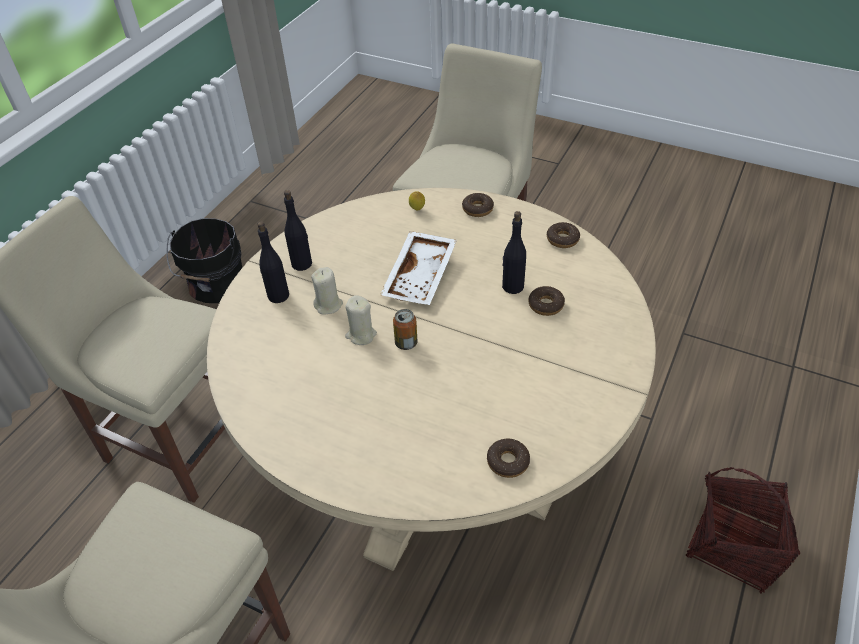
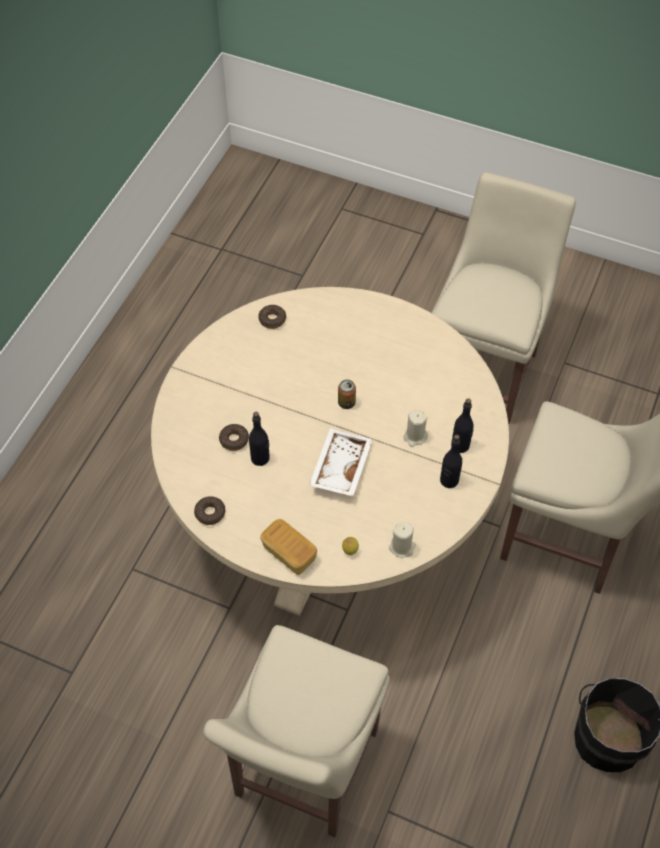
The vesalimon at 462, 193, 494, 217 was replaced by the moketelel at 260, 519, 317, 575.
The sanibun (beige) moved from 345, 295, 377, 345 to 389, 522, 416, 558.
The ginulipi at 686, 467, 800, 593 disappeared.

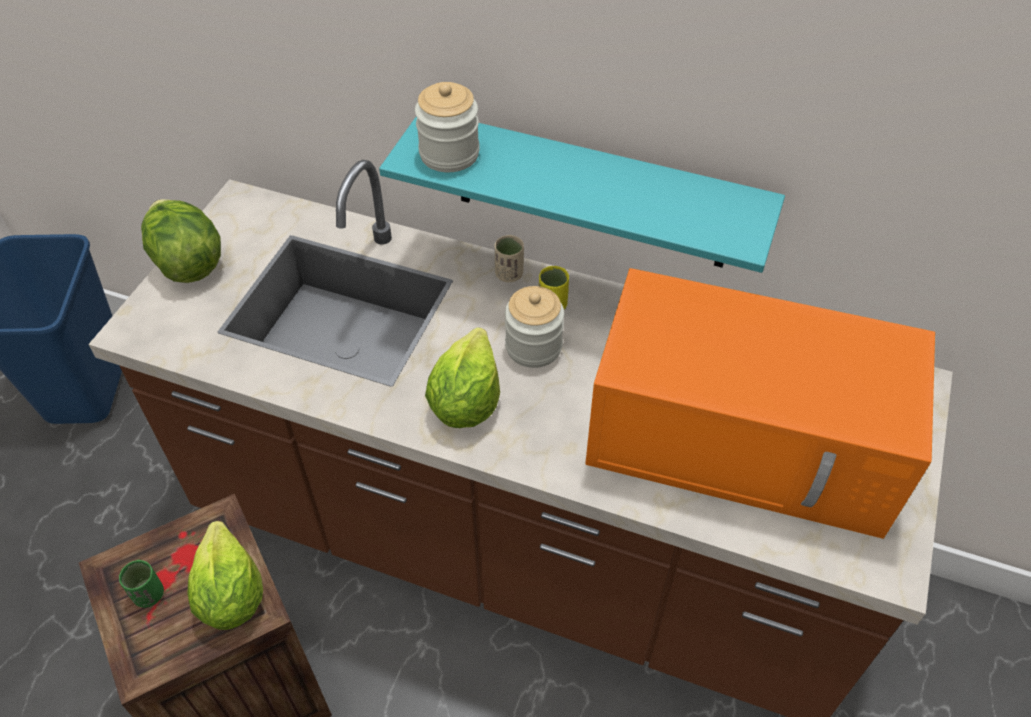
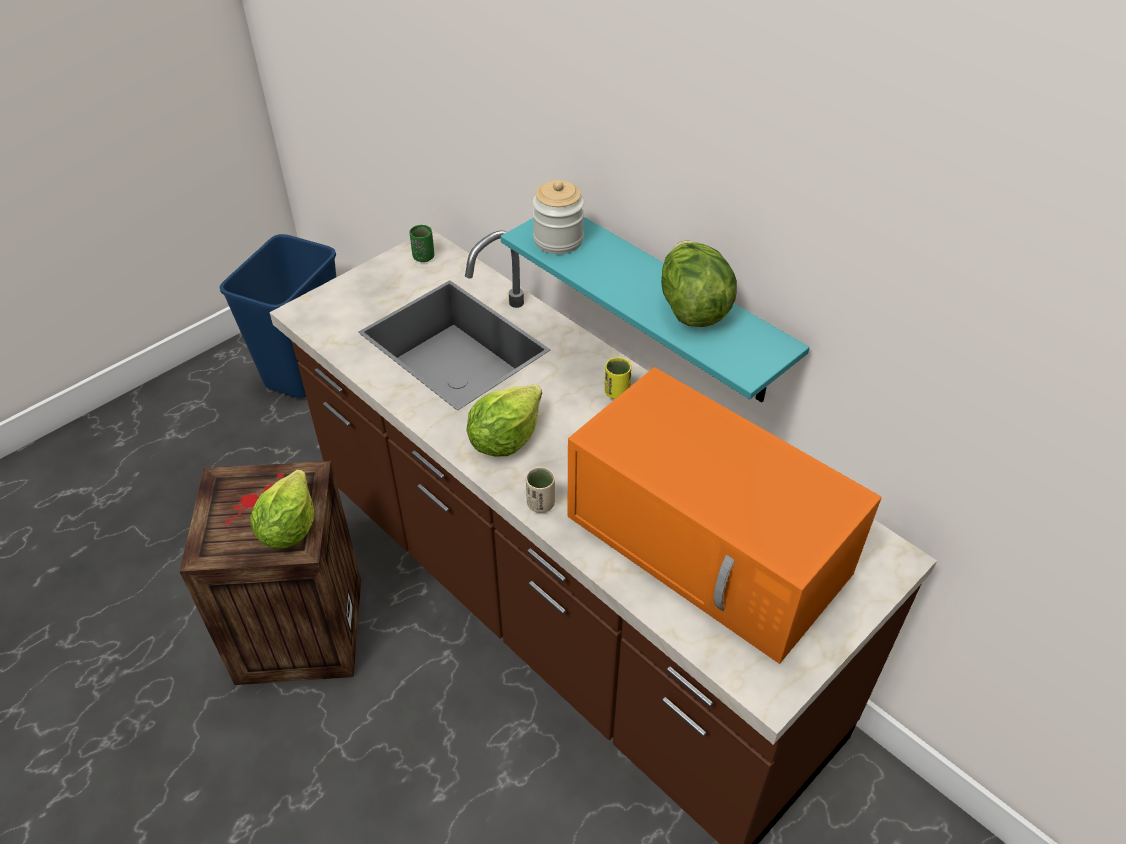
The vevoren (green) moved from 119, 560, 164, 608 to 409, 225, 434, 262.
The vevoren (beige) moved from 495, 235, 524, 282 to 526, 467, 555, 513.
The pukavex moved from 141, 199, 221, 283 to 661, 241, 737, 327.
The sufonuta at 505, 286, 564, 368 disappeared.

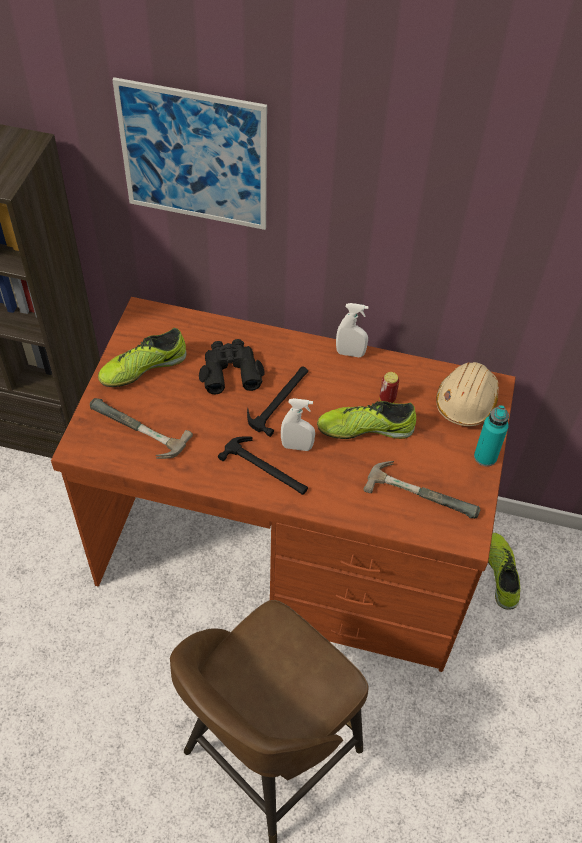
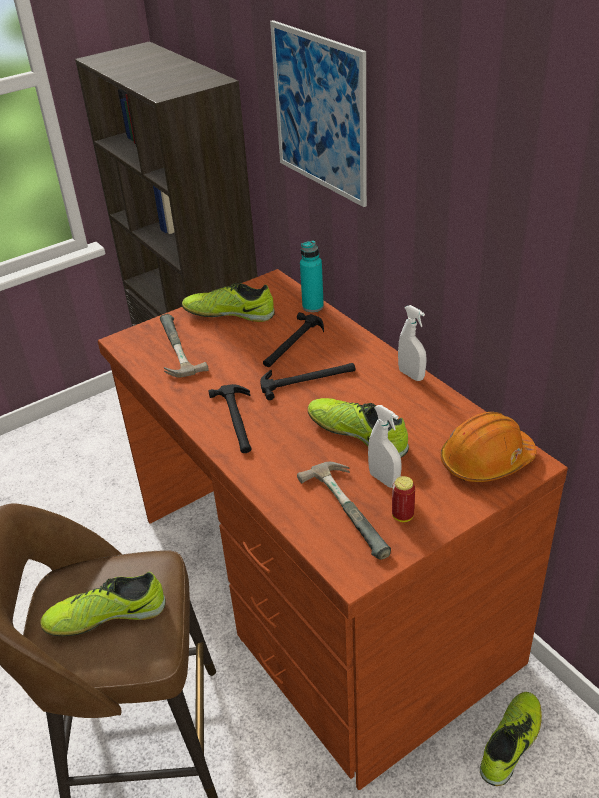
The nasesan at 40, 571, 166, 636 appeared.
The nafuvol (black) at 199, 339, 265, 394 was replaced by the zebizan at 263, 312, 324, 367.
The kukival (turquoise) moved from 474, 405, 509, 466 to 300, 240, 324, 312.
The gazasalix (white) moved from 281, 398, 315, 451 to 368, 405, 401, 488.
The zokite moved from 379, 372, 399, 403 to 392, 476, 415, 522.
The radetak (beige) at 436, 362, 499, 426 became the radetak (orange) at 440, 412, 537, 482.

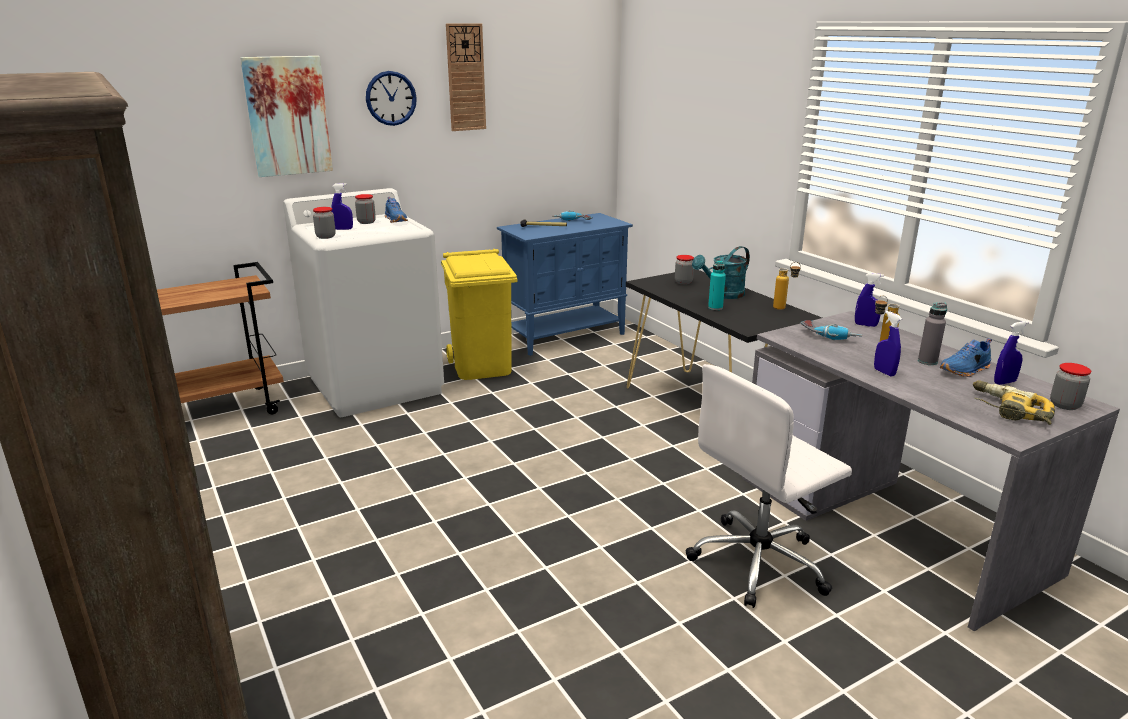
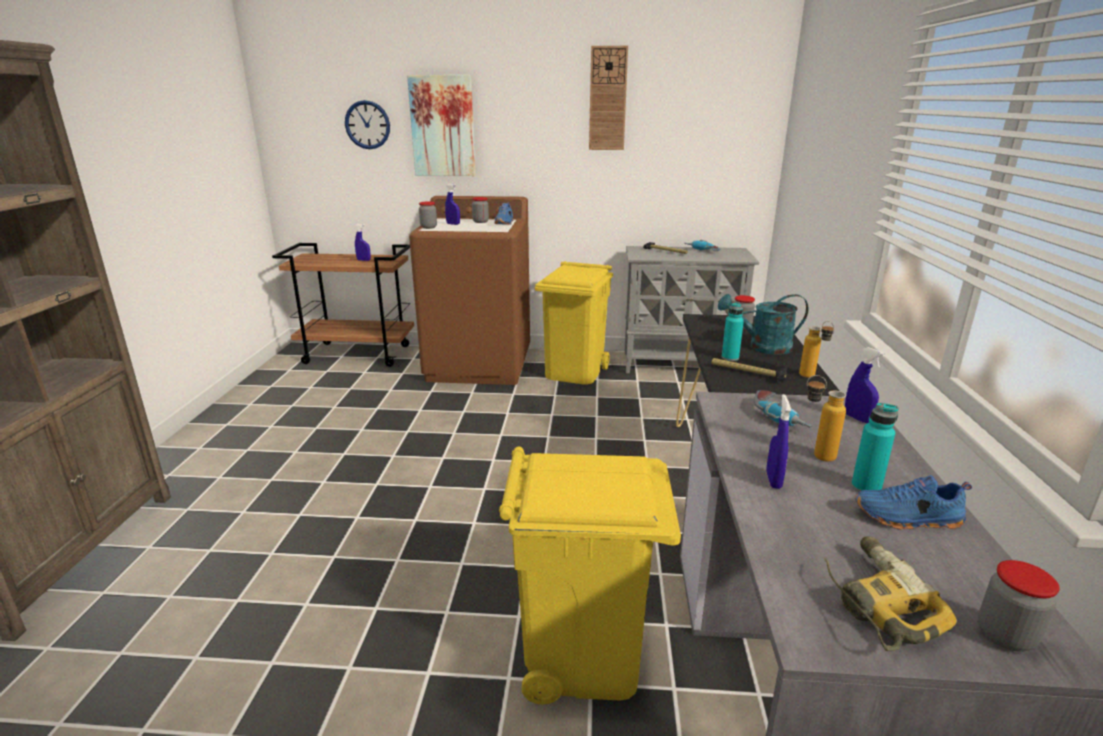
The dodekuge moved from 366, 71, 417, 126 to 345, 100, 390, 149.
The gazasalix (blue) moved from 994, 321, 1029, 385 to 355, 224, 371, 261.
The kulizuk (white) at 283, 188, 444, 417 became the kulizuk (brown) at 409, 196, 530, 385.
The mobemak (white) at 685, 364, 852, 608 was replaced by the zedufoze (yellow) at 499, 446, 681, 705.
The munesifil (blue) at 497, 213, 633, 356 became the munesifil (grey) at 624, 246, 759, 373.
The zebizan at 711, 358, 787, 382 appeared.
The kukival (grey) at 918, 302, 947, 365 became the kukival (turquoise) at 851, 403, 899, 492.

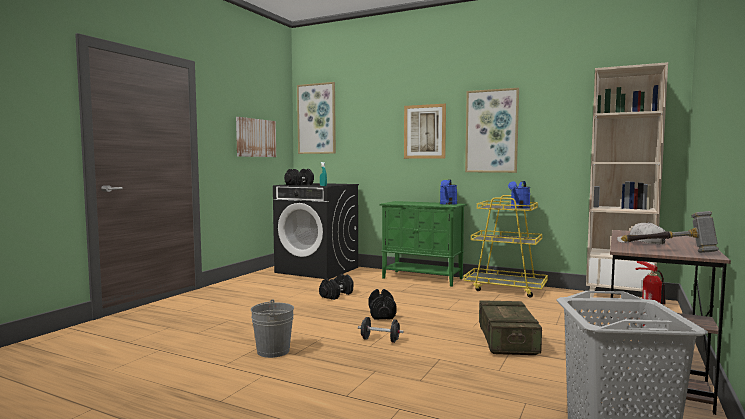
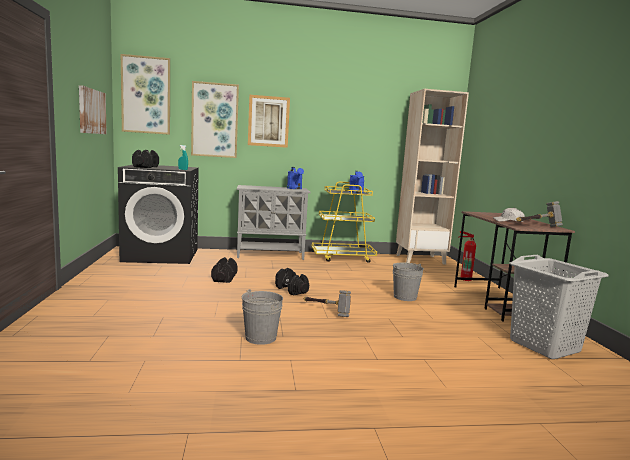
The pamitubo moved from 465, 88, 519, 173 to 191, 81, 239, 158.
The munesifil (green) at 379, 201, 467, 287 became the munesifil (grey) at 237, 185, 310, 260.
The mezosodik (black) at 358, 317, 404, 343 was replaced by the zebizan at 303, 290, 351, 317.
The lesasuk at 479, 300, 542, 355 was replaced by the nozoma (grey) at 393, 263, 424, 301.

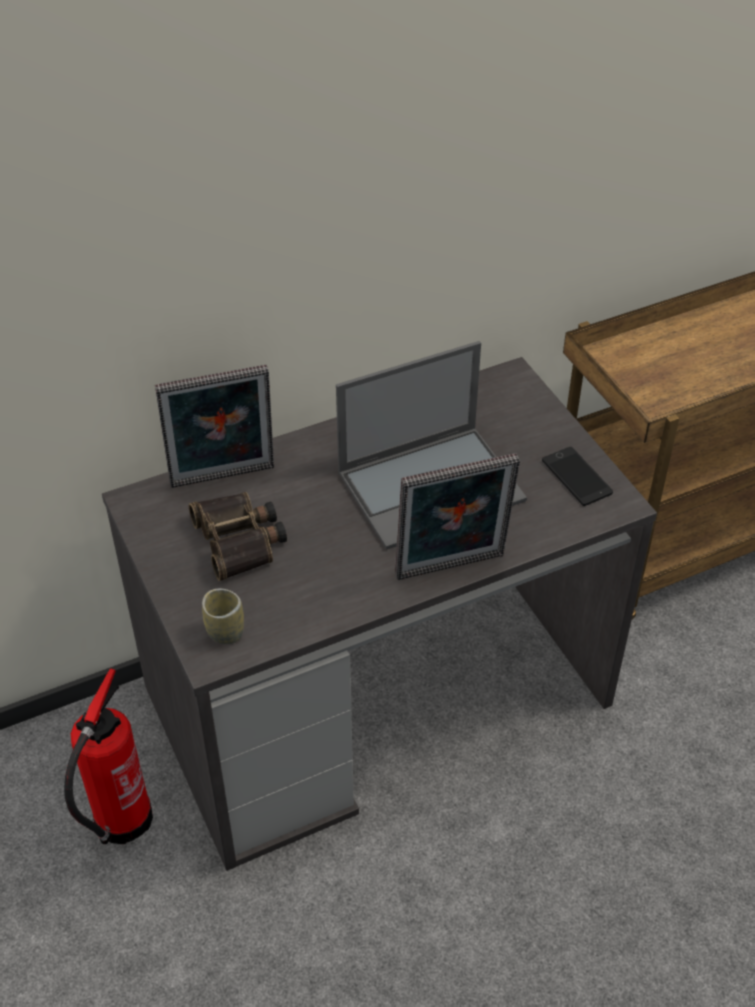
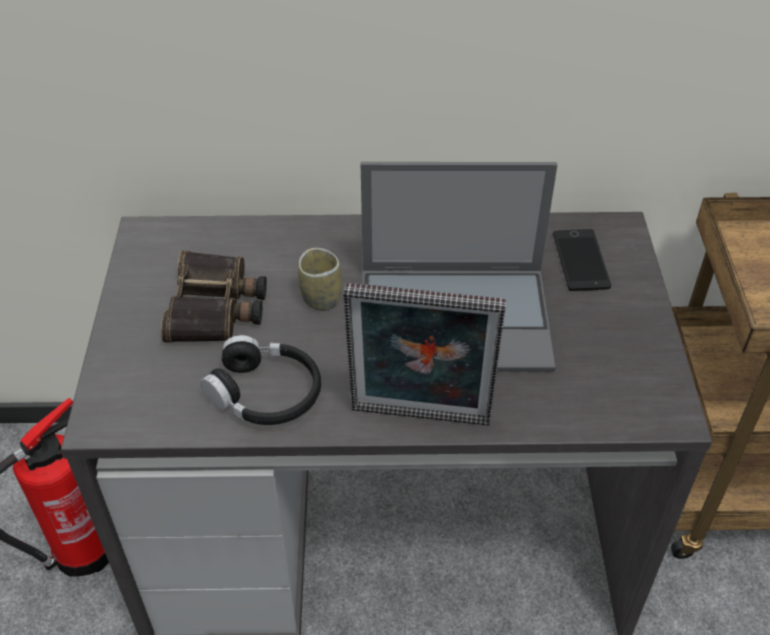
The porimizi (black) at 201, 335, 321, 425 appeared.
The vevoren moved from 202, 589, 244, 644 to 298, 248, 342, 311.
The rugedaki moved from 542, 447, 613, 506 to 553, 229, 611, 291.
The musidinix at 155, 365, 274, 488 disappeared.

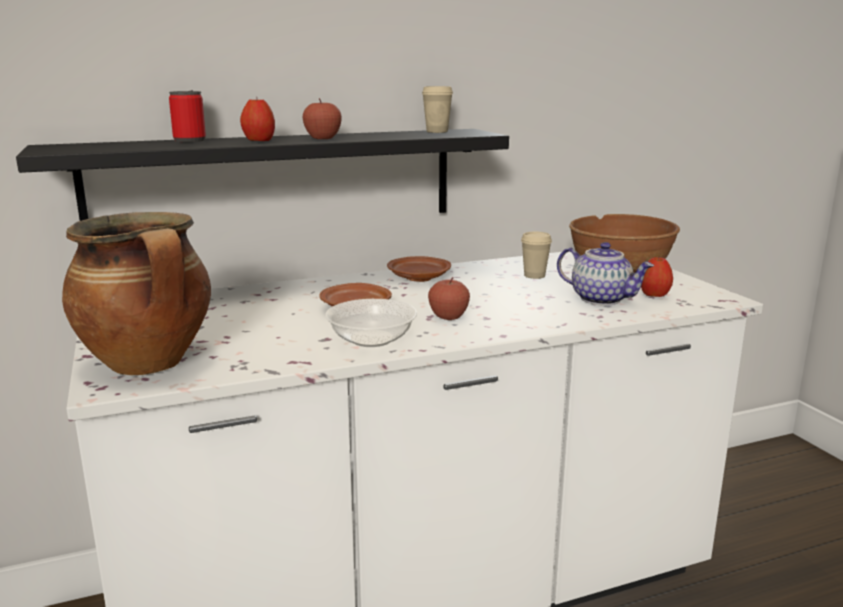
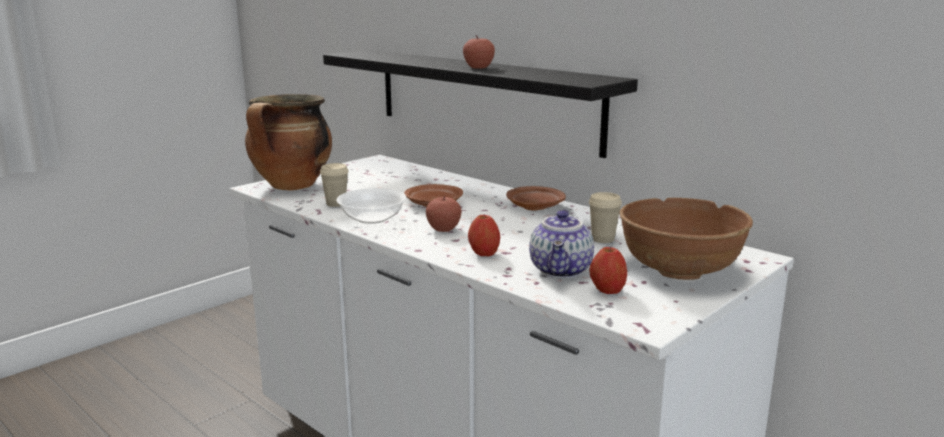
The vevoren (beige) moved from 422, 86, 453, 133 to 320, 163, 349, 207.
The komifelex moved from 240, 98, 275, 141 to 468, 215, 500, 256.
The zokite at 169, 90, 206, 142 disappeared.

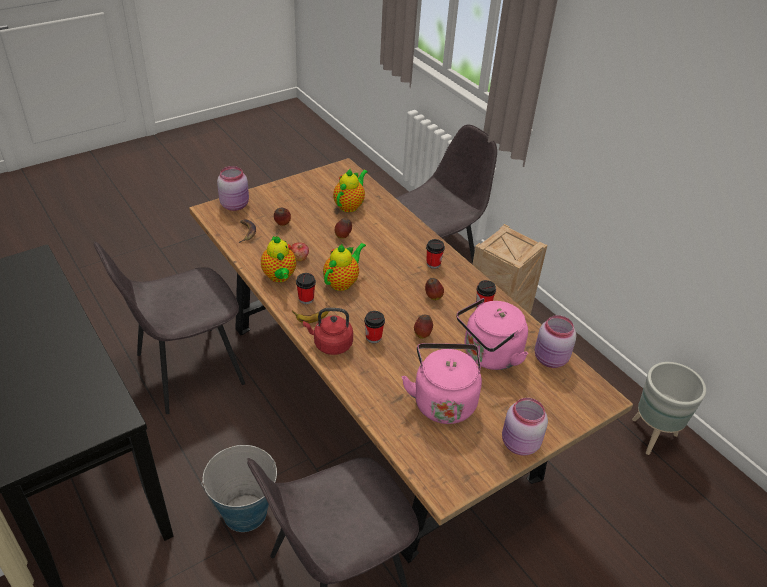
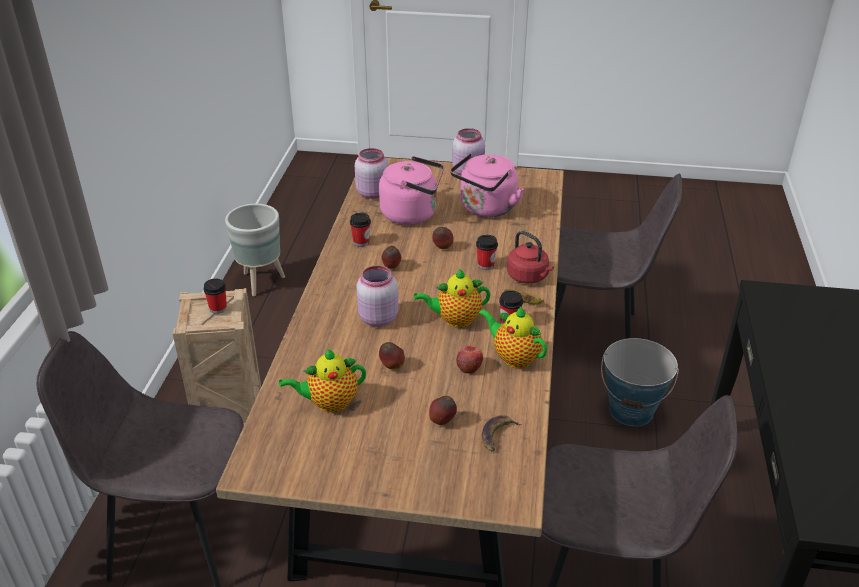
The vevoren moved from 426, 239, 445, 269 to 203, 278, 227, 314.
The sufonuta (pink) moved from 217, 166, 249, 211 to 356, 266, 399, 327.
The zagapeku at 261, 236, 296, 282 turned 75 degrees counterclockwise.

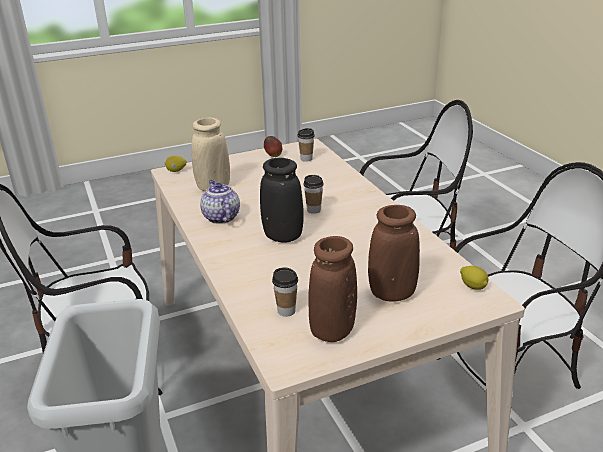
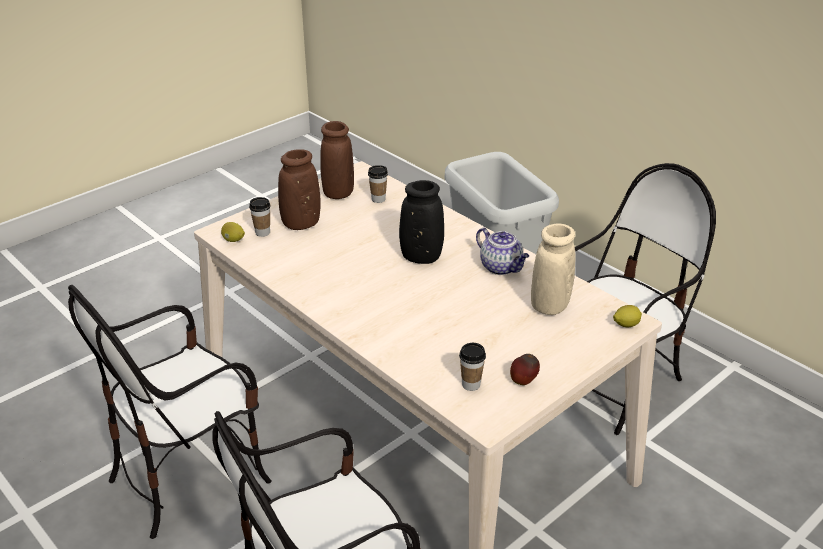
The vevoren moved from 304, 175, 324, 214 to 249, 197, 271, 237.

